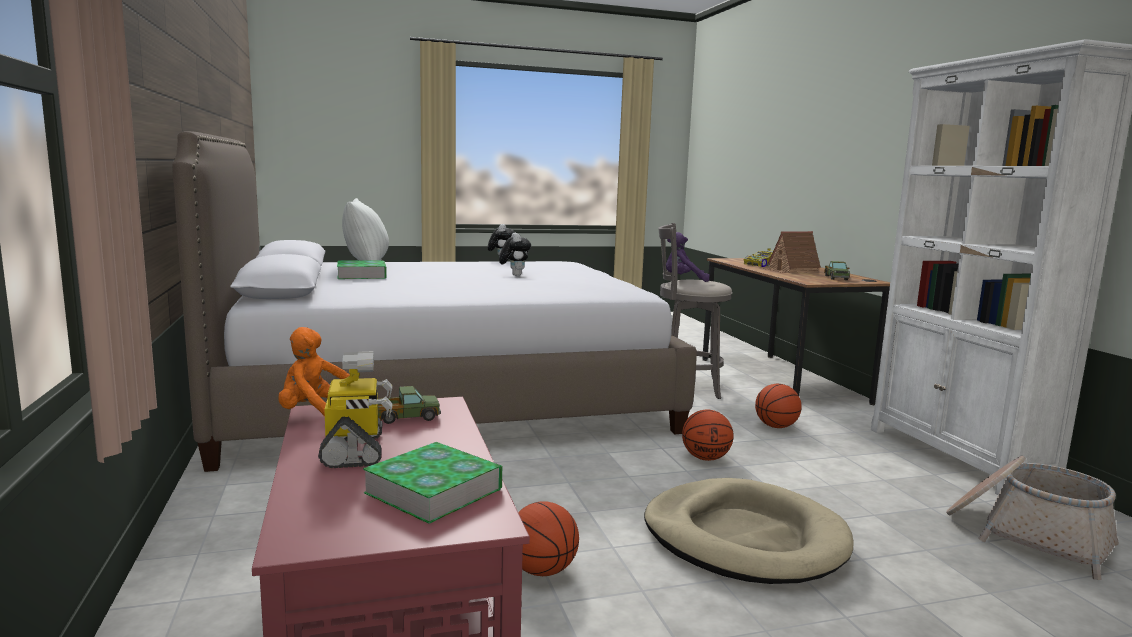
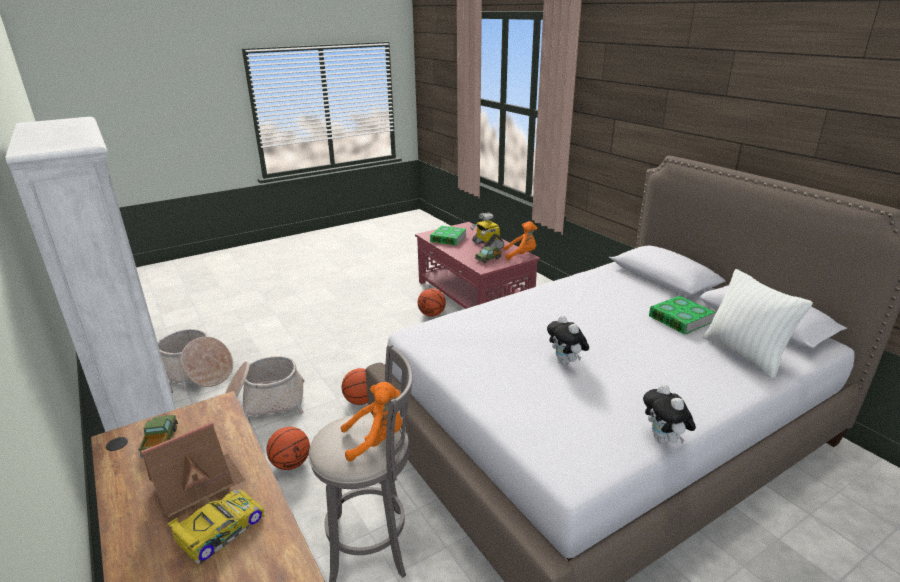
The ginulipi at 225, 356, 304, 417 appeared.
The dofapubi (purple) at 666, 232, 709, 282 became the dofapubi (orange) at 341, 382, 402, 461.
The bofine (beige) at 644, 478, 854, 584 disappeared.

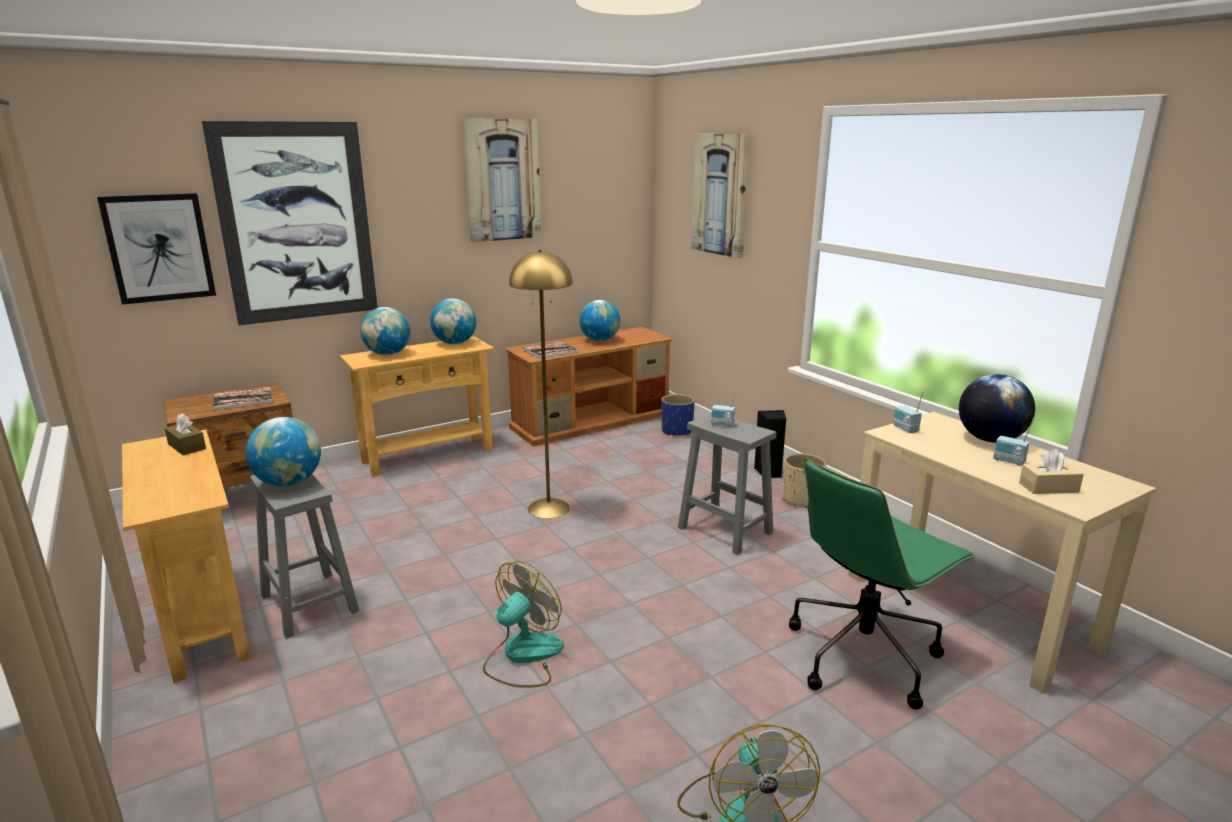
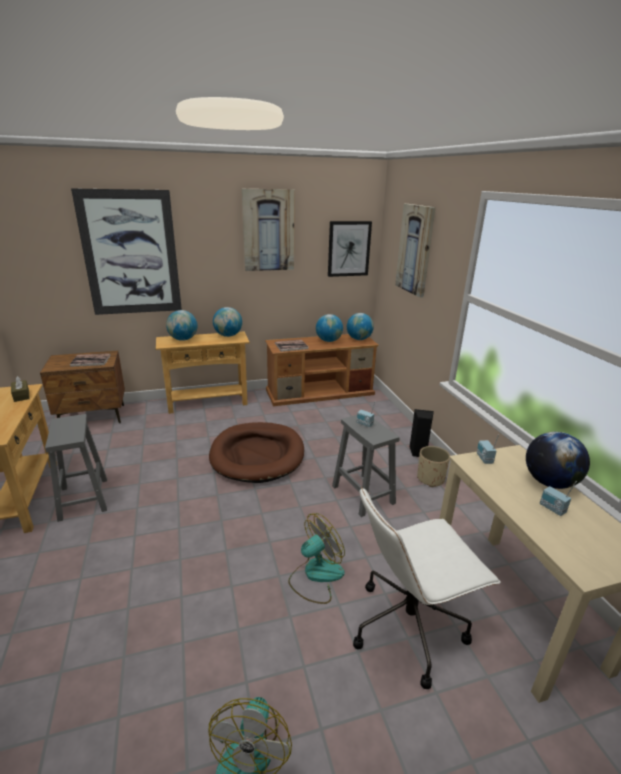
The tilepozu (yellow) at 509, 250, 573, 518 was replaced by the bofine (brown) at 209, 422, 304, 483.
The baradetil moved from 483, 561, 564, 688 to 289, 513, 345, 604.
The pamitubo moved from 97, 193, 216, 305 to 328, 221, 372, 277.
The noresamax moved from 245, 417, 321, 487 to 347, 313, 374, 340.
The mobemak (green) at 789, 458, 976, 710 became the mobemak (white) at 353, 487, 501, 689.
The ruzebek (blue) at 661, 394, 695, 436 disappeared.
The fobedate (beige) at 1019, 449, 1084, 494 disappeared.

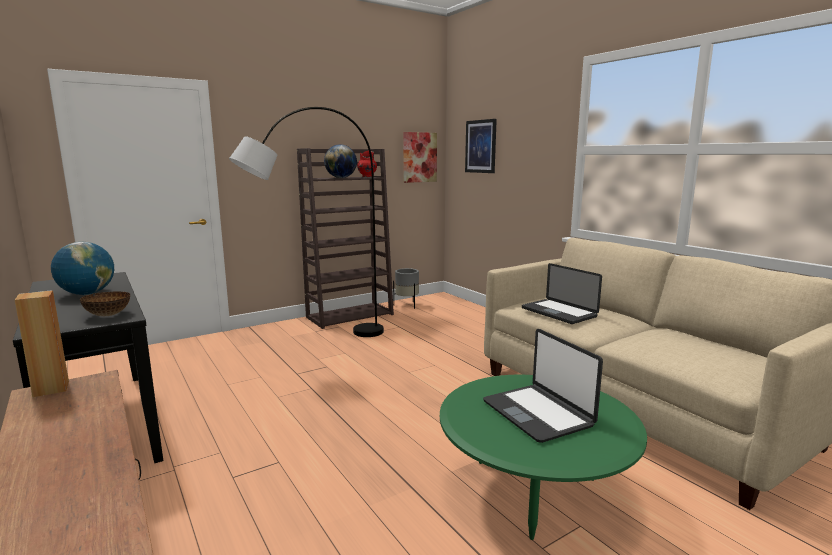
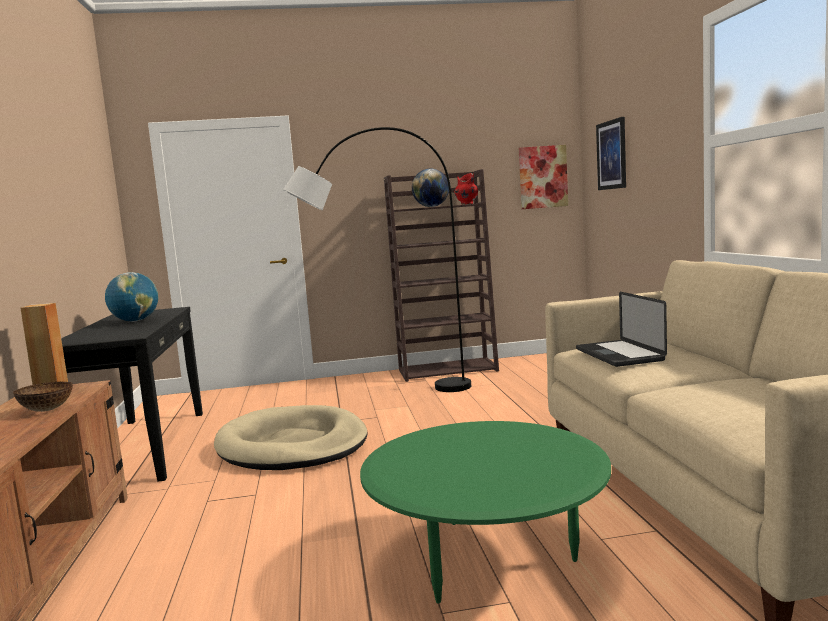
The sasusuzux moved from 80, 292, 130, 316 to 13, 382, 73, 412.
The bofine (beige) at 214, 405, 368, 470 appeared.
The ruzebek (grey) at 393, 268, 419, 309 disappeared.
The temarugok at 483, 329, 603, 443 disappeared.

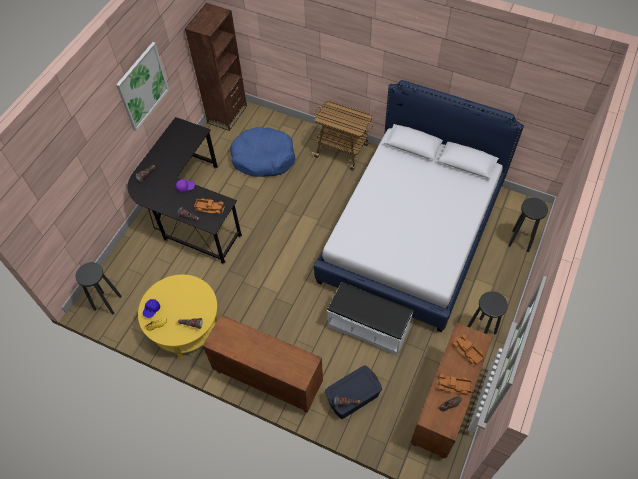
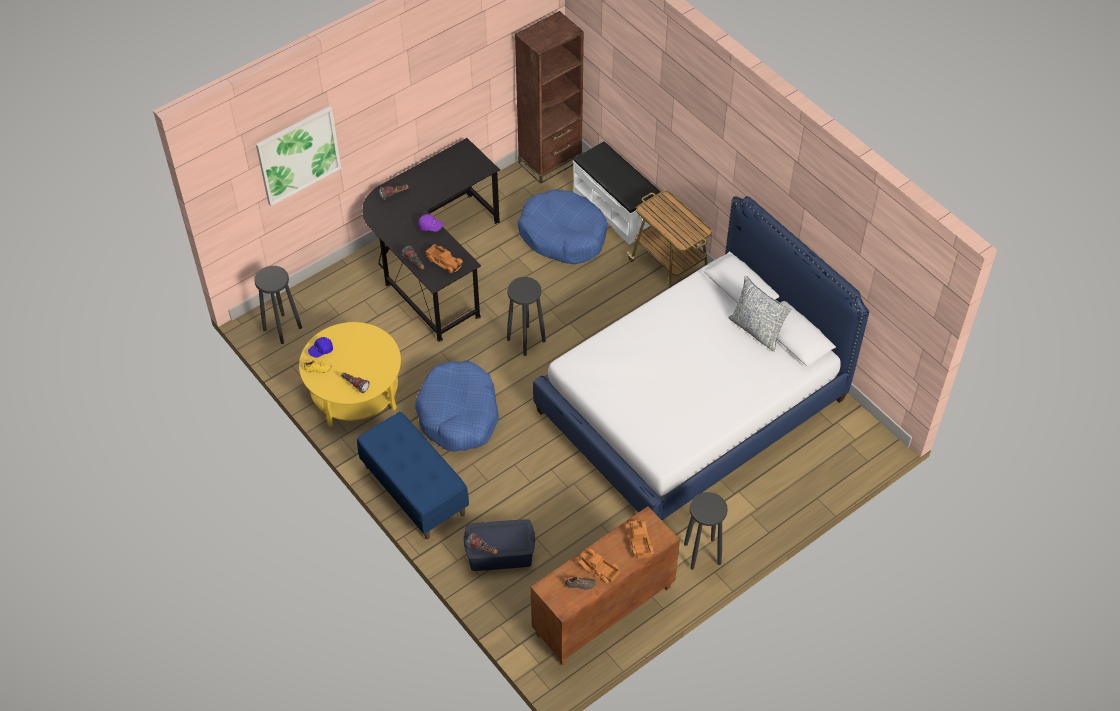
The pamitubo moved from 116, 42, 169, 131 to 256, 106, 341, 206.
The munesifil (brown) at 203, 315, 323, 413 was replaced by the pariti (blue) at 357, 412, 469, 539.
The bofine (blue) at 415, 360, 499, 452 appeared.
The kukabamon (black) moved from 508, 198, 548, 252 to 507, 277, 546, 356.
The pariti (white) moved from 327, 282, 413, 356 to 573, 141, 661, 244.
The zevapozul at 728, 276, 792, 352 appeared.

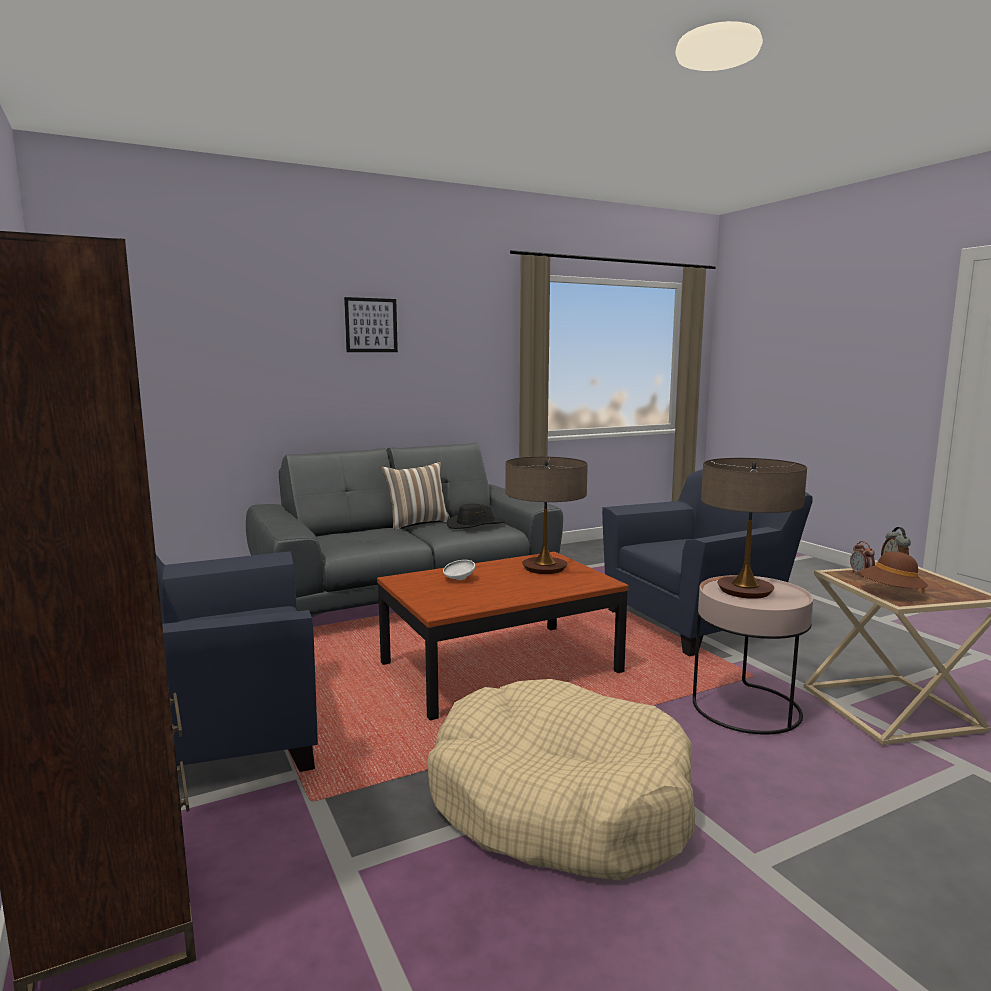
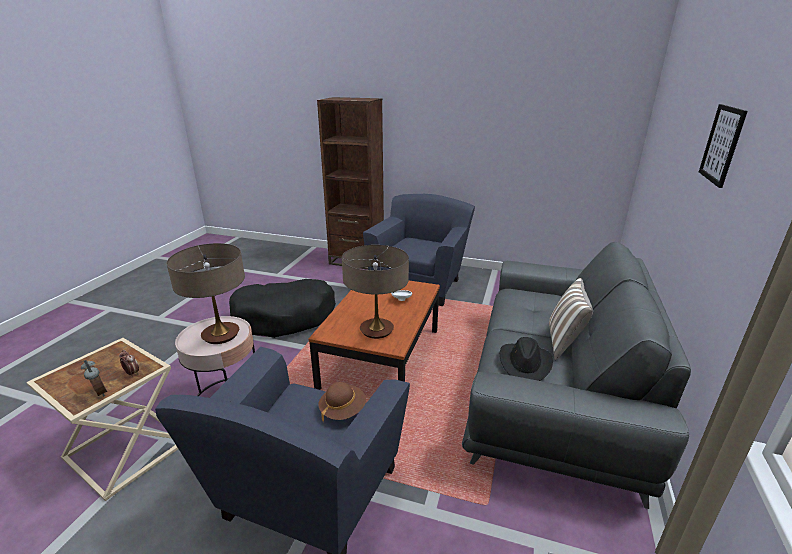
The bofine (beige) at 427, 679, 695, 880 became the bofine (black) at 229, 279, 336, 338.
The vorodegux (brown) moved from 859, 551, 928, 594 to 318, 382, 366, 421.

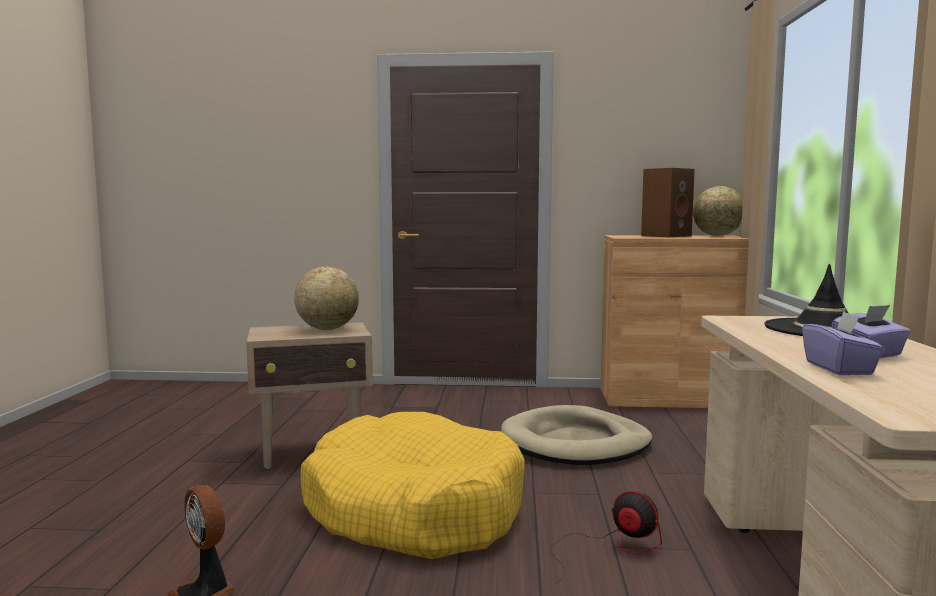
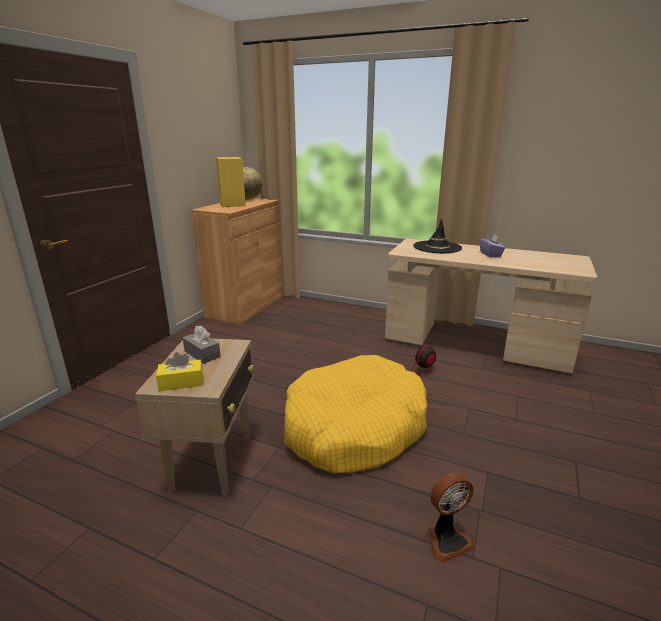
The fobedate (yellow) at 156, 352, 203, 391 appeared.
The noresamax at 294, 266, 359, 330 was replaced by the fobedate (grey) at 183, 325, 221, 364.
The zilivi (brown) at 641, 168, 695, 237 became the zilivi (yellow) at 216, 157, 246, 207.
The bofine (beige) at 501, 405, 652, 465 disappeared.
The fobedate (purple) at 802, 312, 885, 375 disappeared.

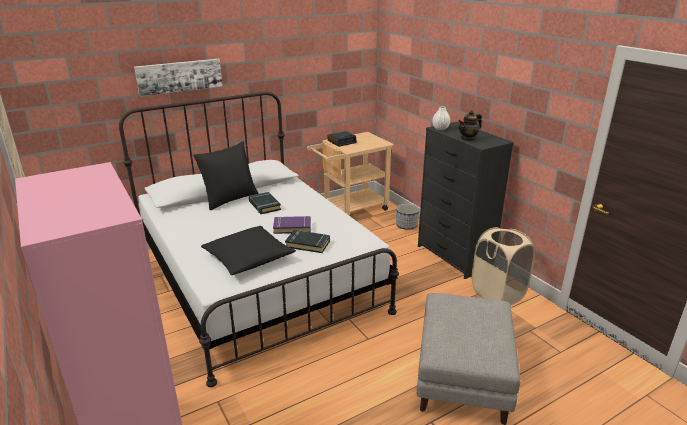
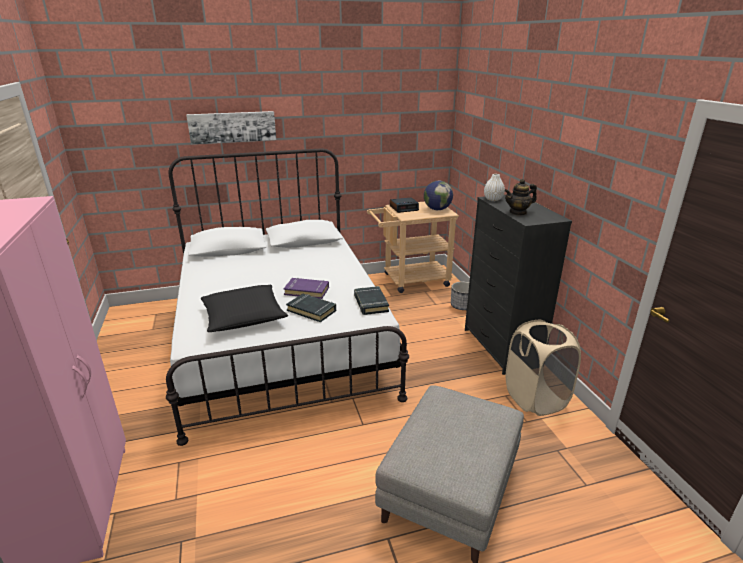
The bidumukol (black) moved from 249, 192, 281, 214 to 354, 286, 389, 315.
The noresamax at 424, 180, 453, 210 appeared.
The zevapozul (black) at 193, 141, 259, 210 disappeared.

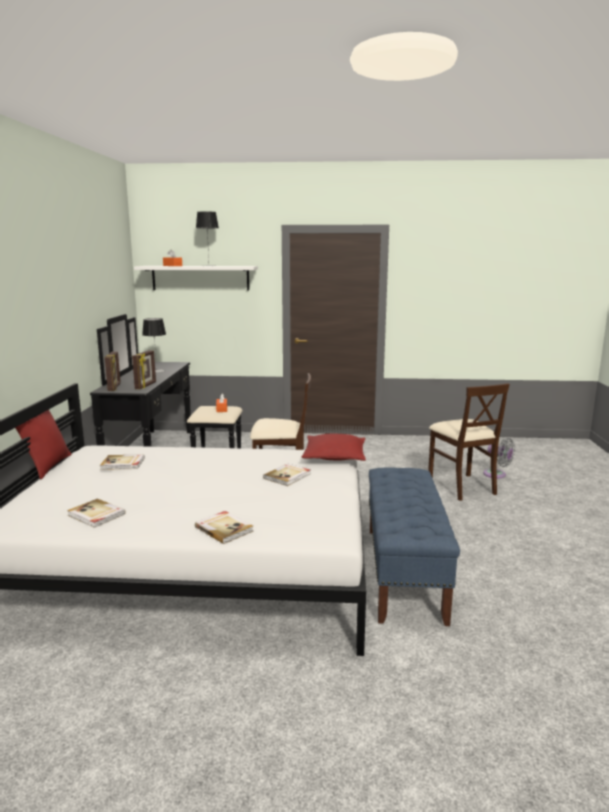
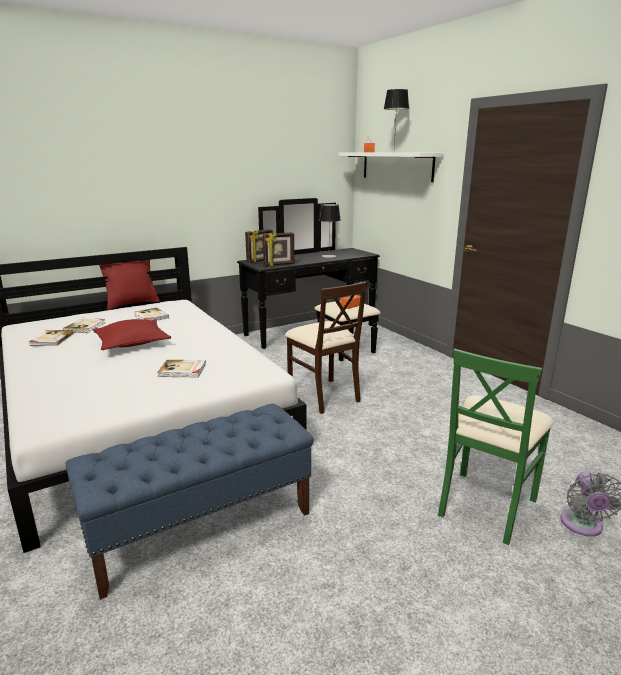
The bidumukol moved from 195, 511, 253, 544 to 63, 318, 106, 333.
The zevapozul (red) moved from 301, 433, 366, 461 to 93, 319, 171, 350.
The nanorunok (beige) at 428, 383, 510, 501 became the nanorunok (green) at 438, 349, 554, 545.

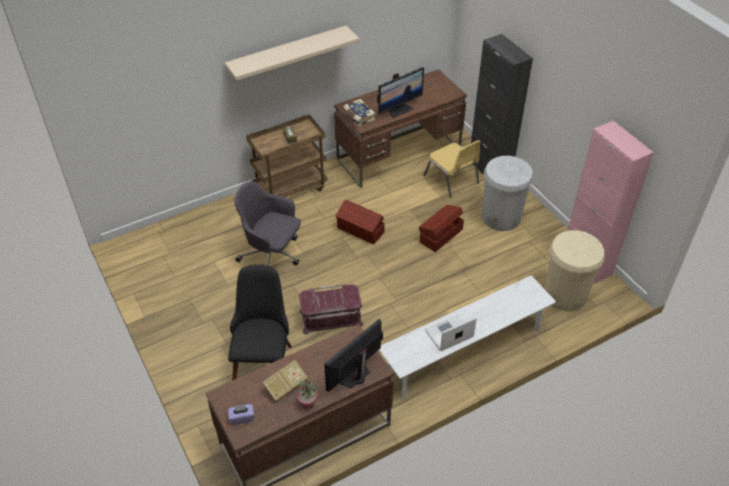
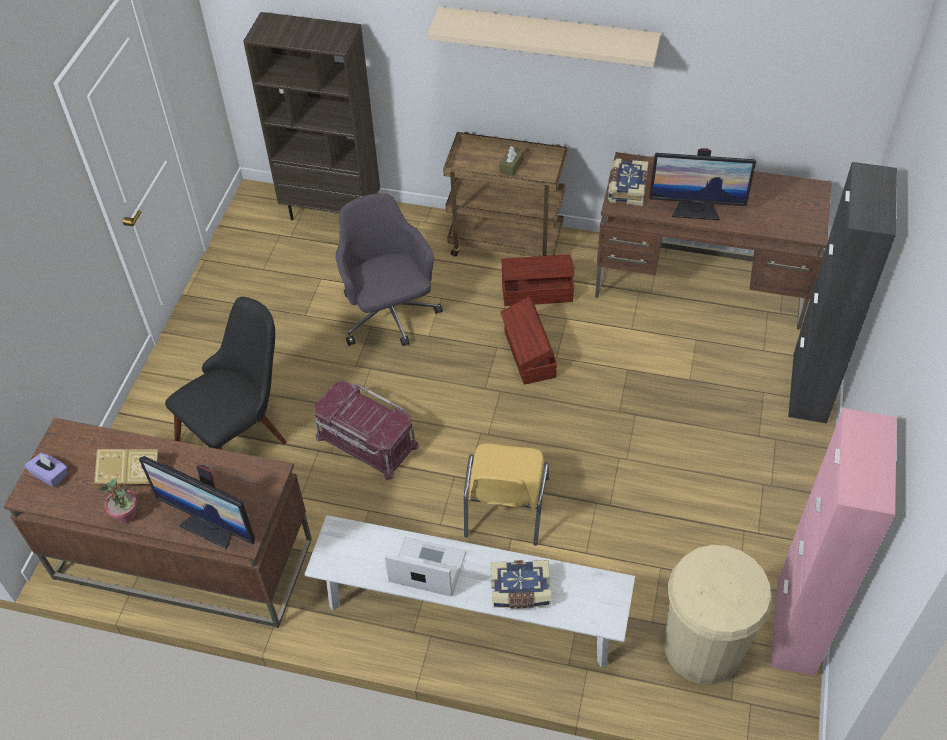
The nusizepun at 324, 319, 383, 391 turned 150 degrees counterclockwise.
The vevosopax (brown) at 243, 12, 380, 220 appeared.
The nanorunok (yellow) moved from 424, 140, 481, 198 to 464, 443, 549, 546.
The bidumukol at 491, 560, 551, 608 appeared.
The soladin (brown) moved from 419, 205, 464, 252 to 502, 254, 574, 306.
The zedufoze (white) at 482, 156, 534, 231 disappeared.

